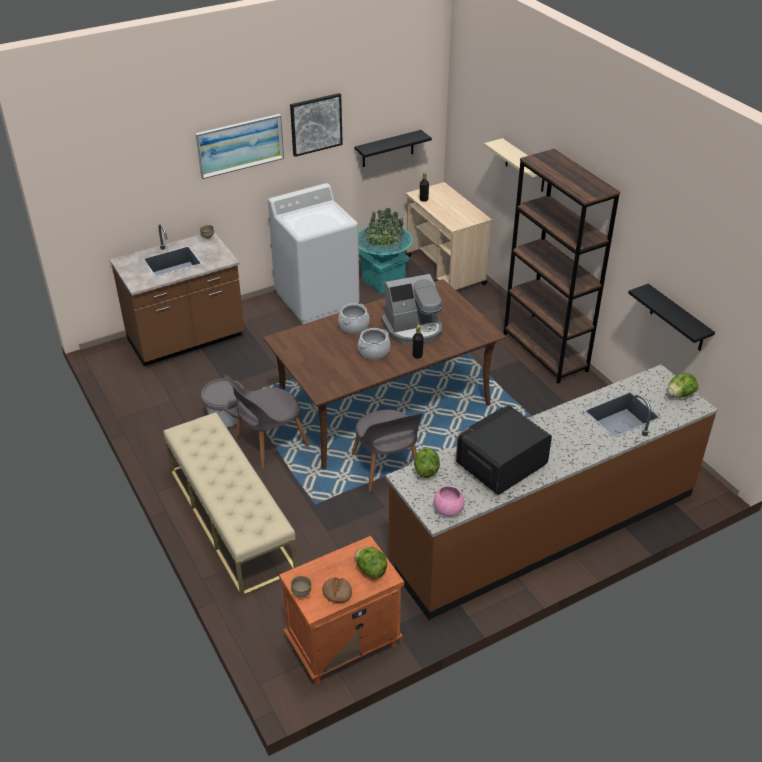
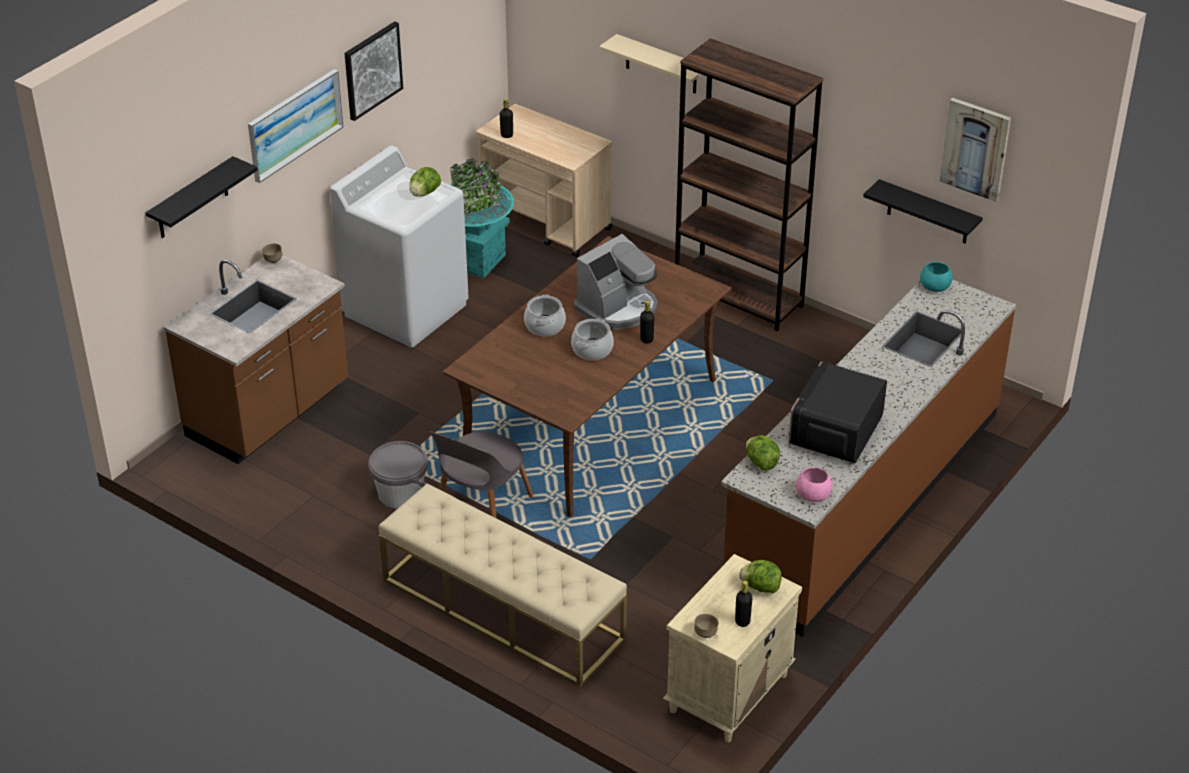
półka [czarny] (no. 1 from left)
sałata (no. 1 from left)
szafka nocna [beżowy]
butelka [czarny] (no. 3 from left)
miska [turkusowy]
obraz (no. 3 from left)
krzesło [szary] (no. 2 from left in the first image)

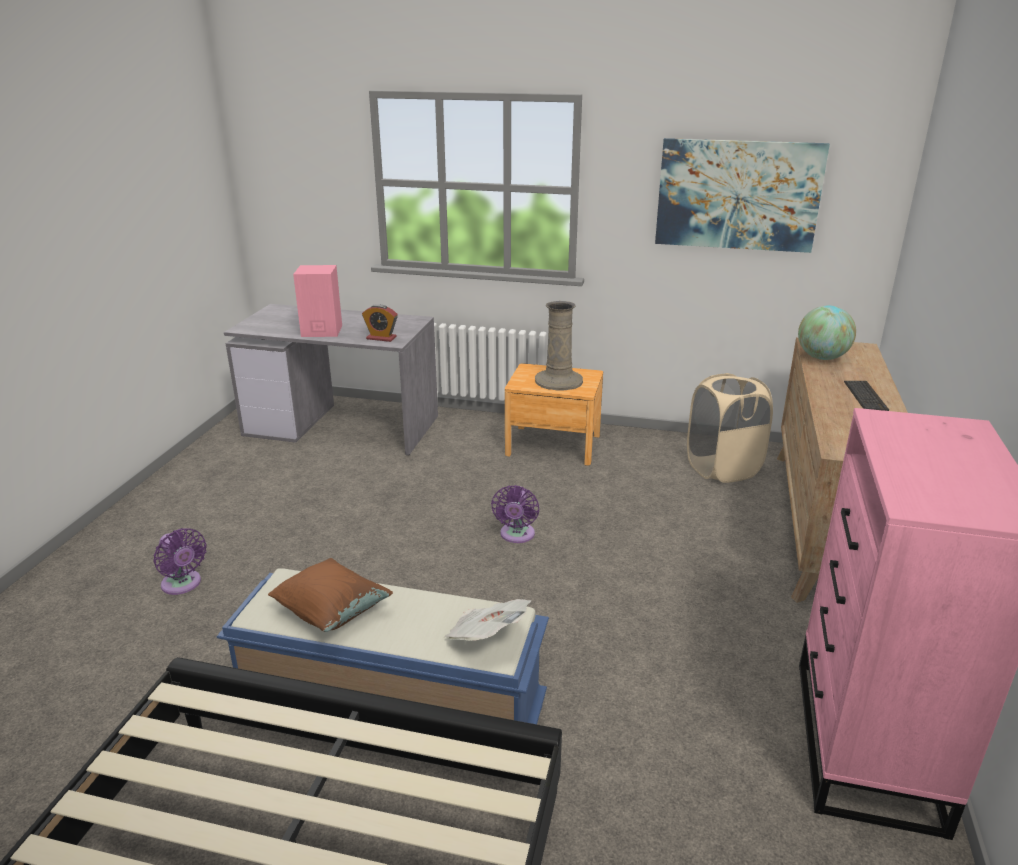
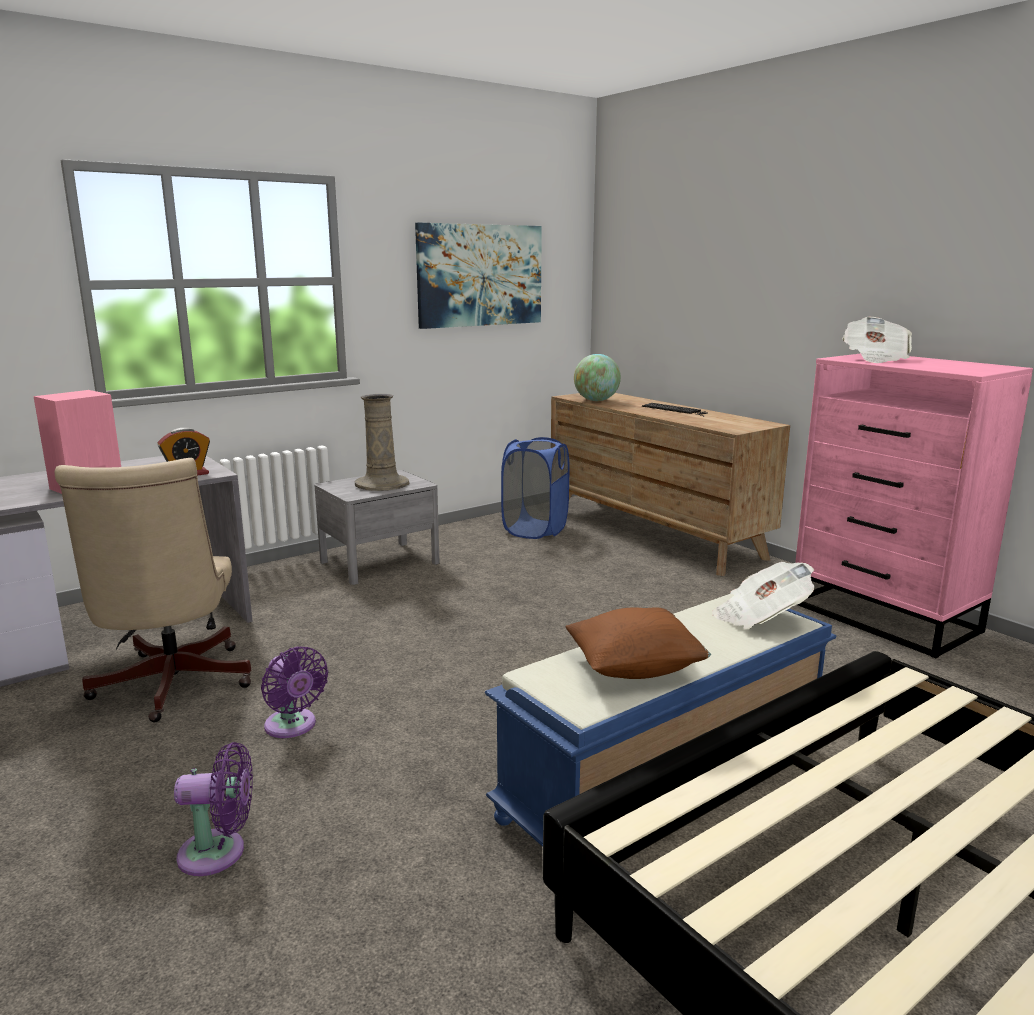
krzesło biurowe [beżowy]
wentylator [fioletowy] (no. 2 from left)
szafka nocna [szary]
kosz na pranie [niebieski]
gazeta (no. 2 from left)

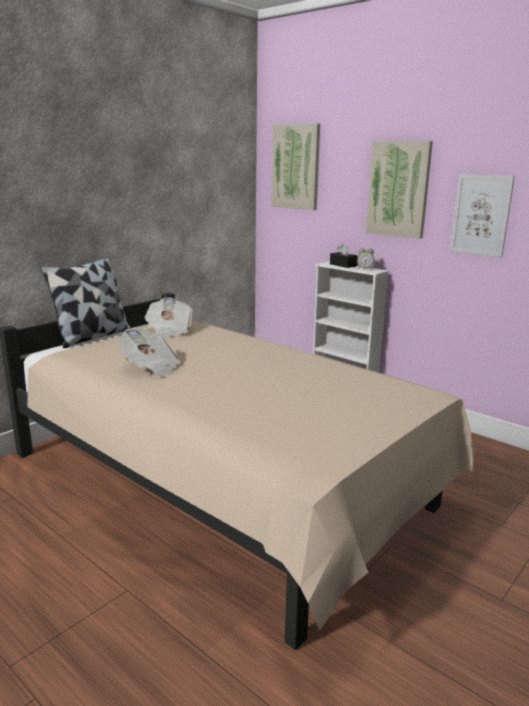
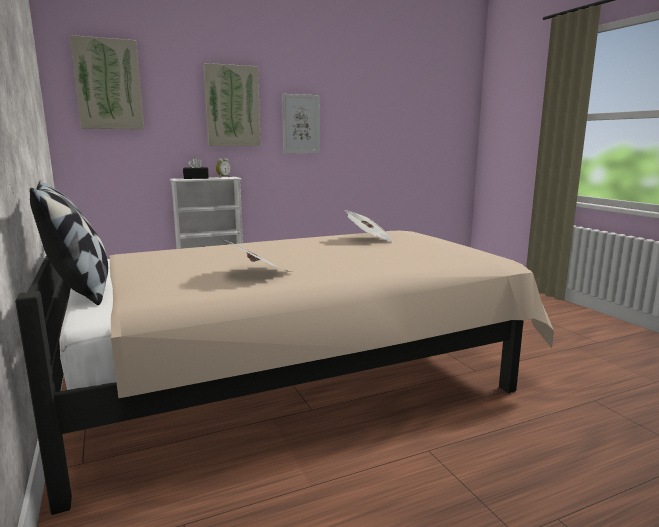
gazeta (no. 2 from left)

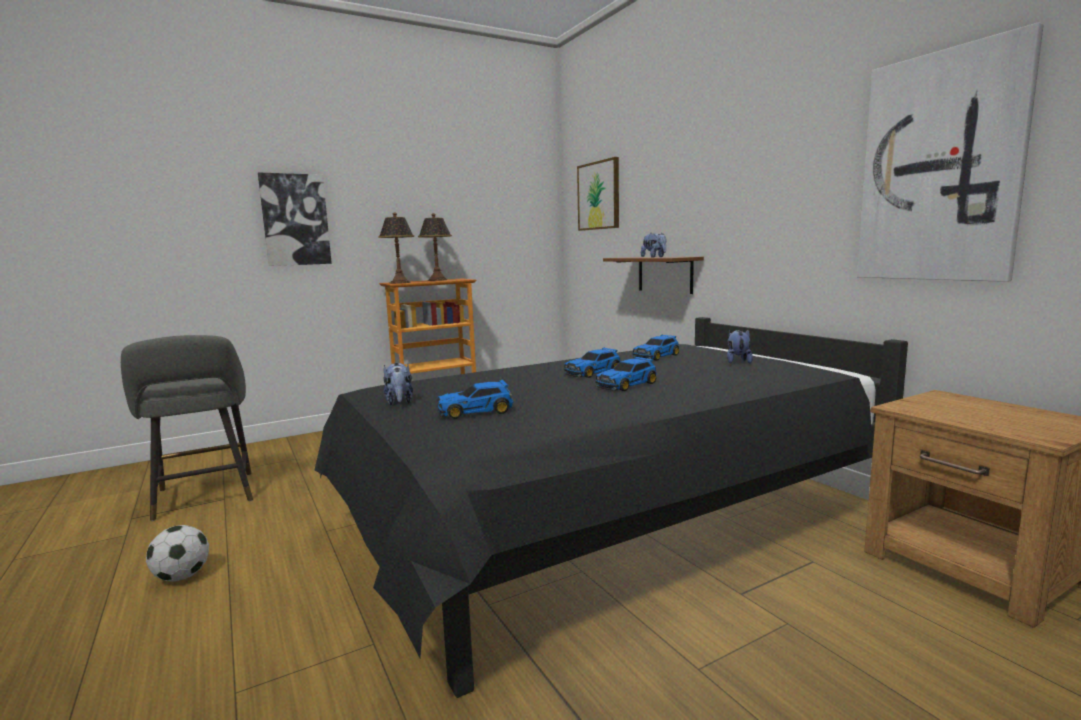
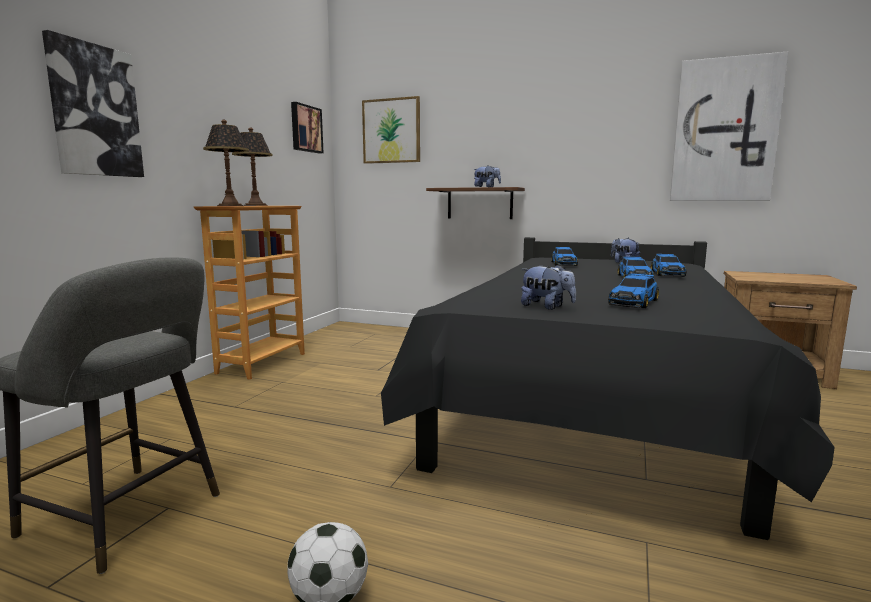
obraz (no. 2 from left)
samochodzik (no. 4 from left)

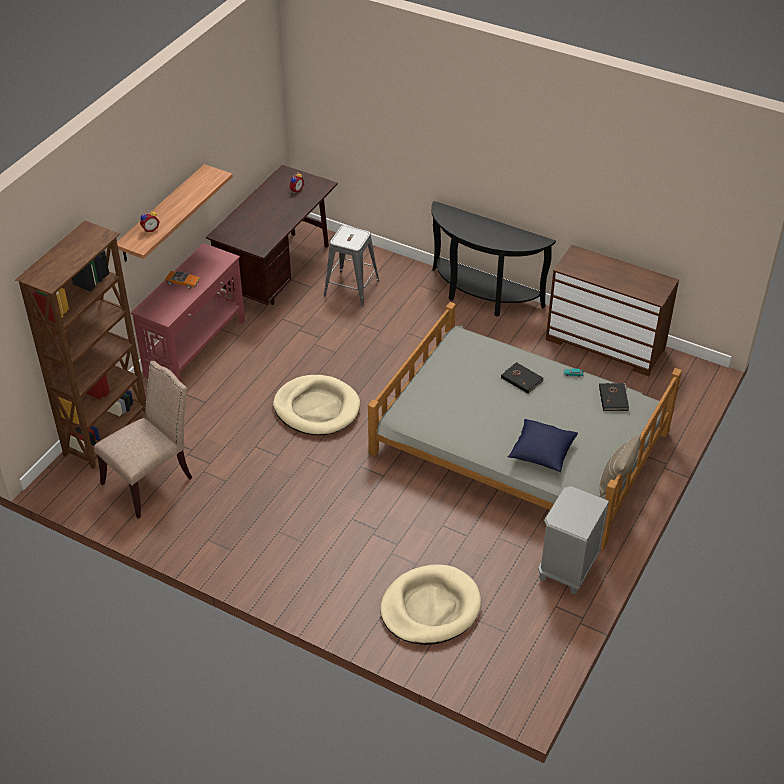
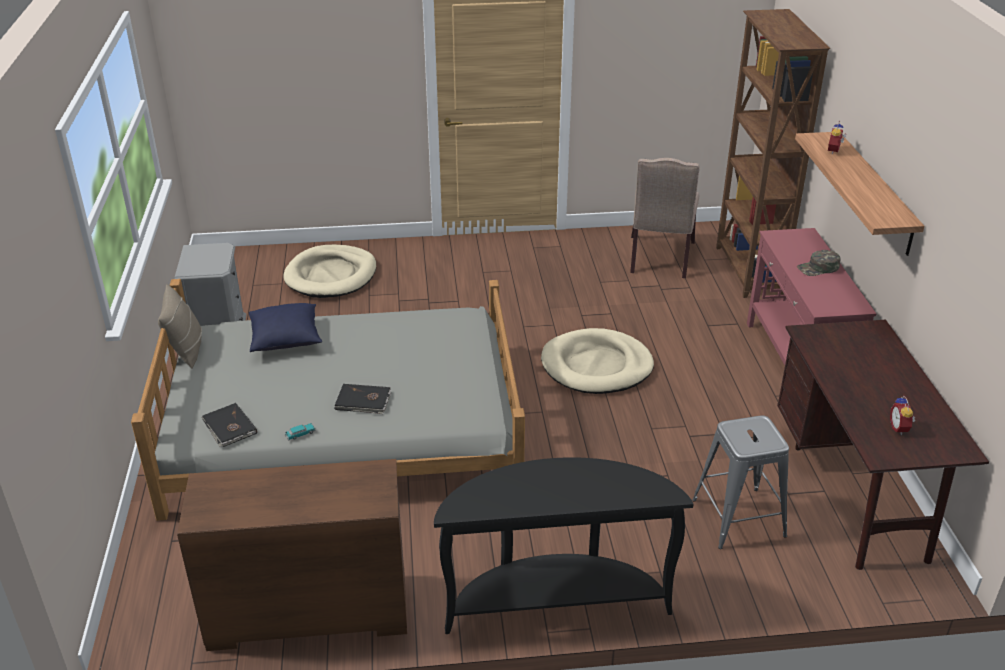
czapka z daszkiem [zielony]

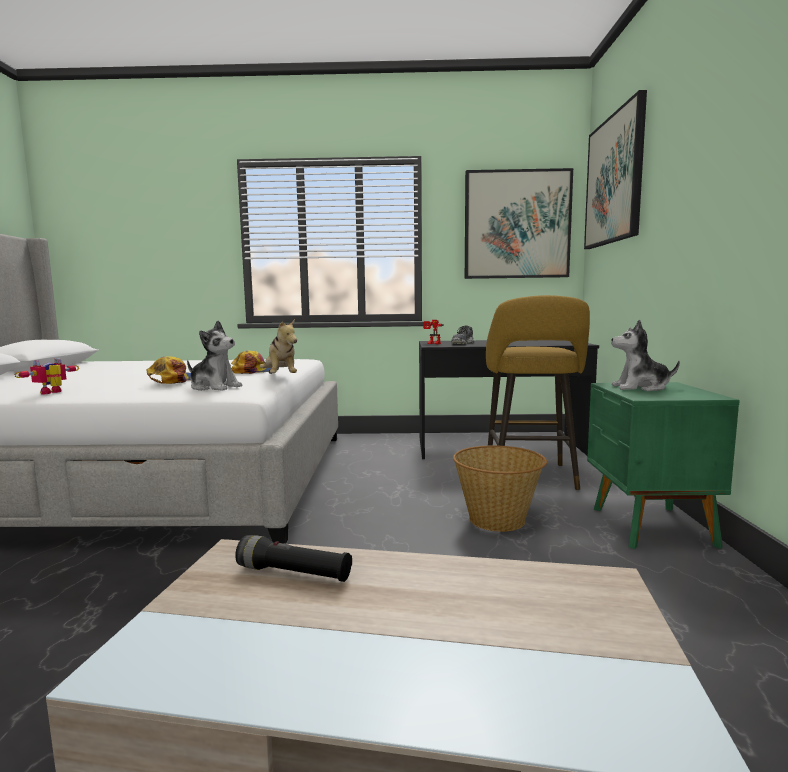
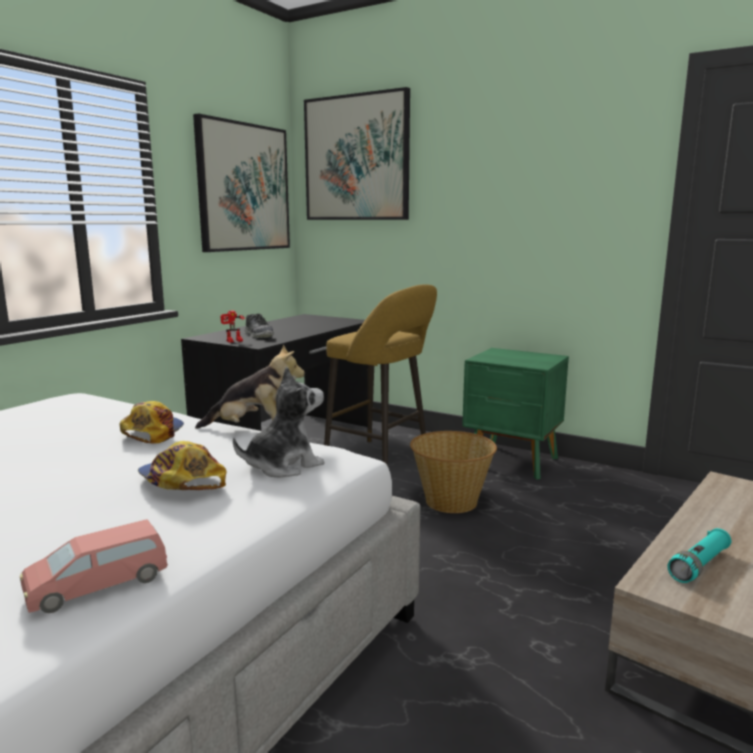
samochodzik [różowy]
latarka [turkusowy]
pluszak (no. 3 from left in the first image)

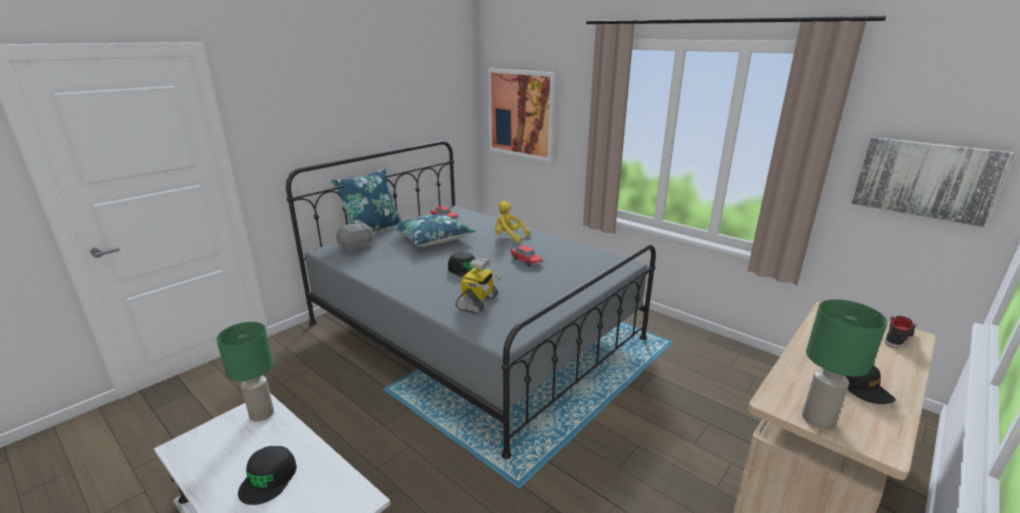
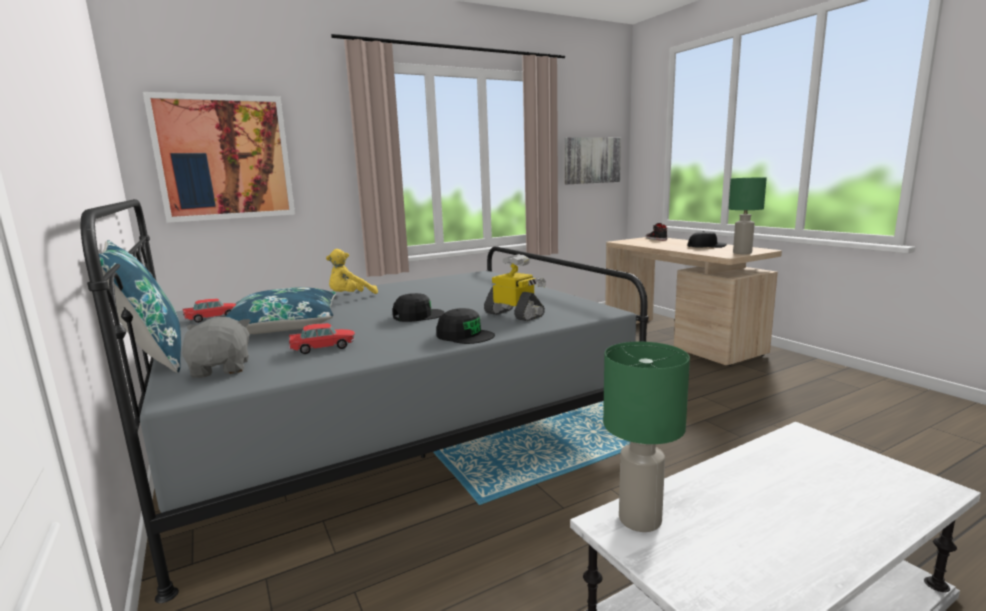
samochodzik (no. 2 from left)
czapka z daszkiem [czarny] (no. 2 from left)

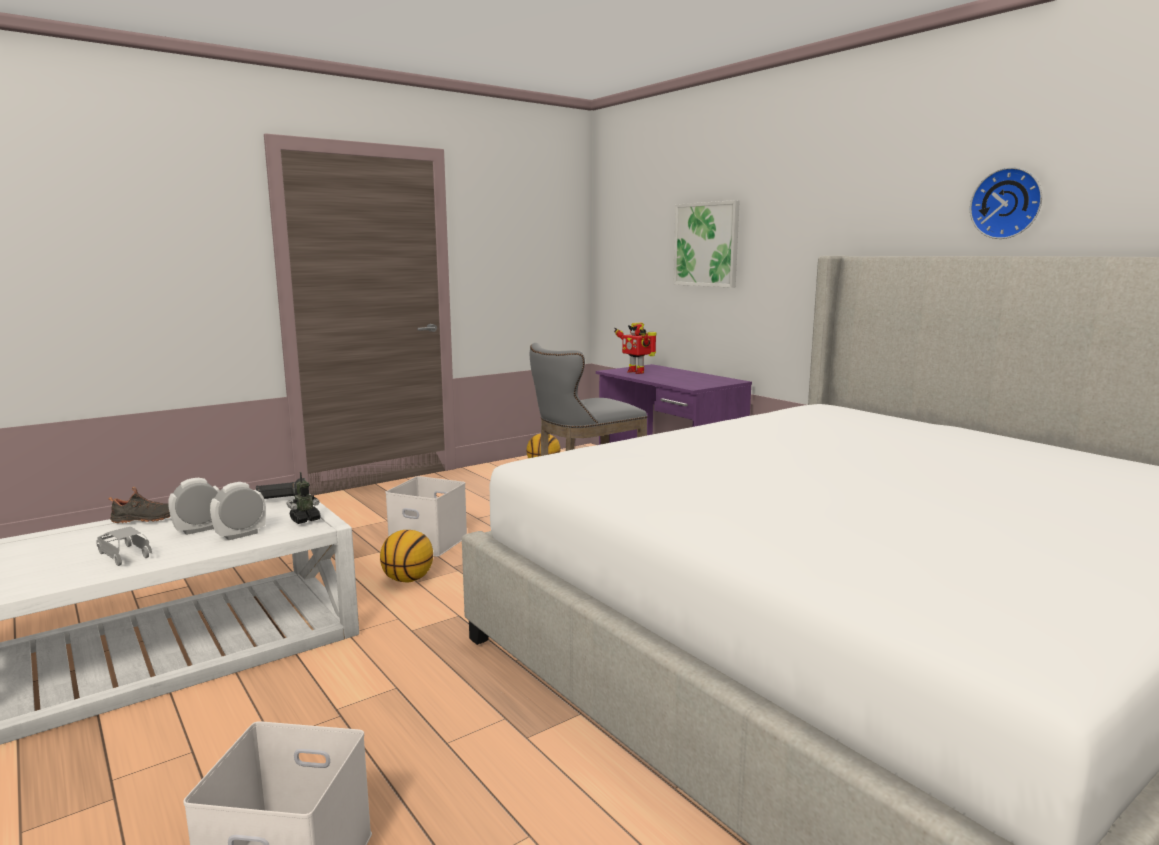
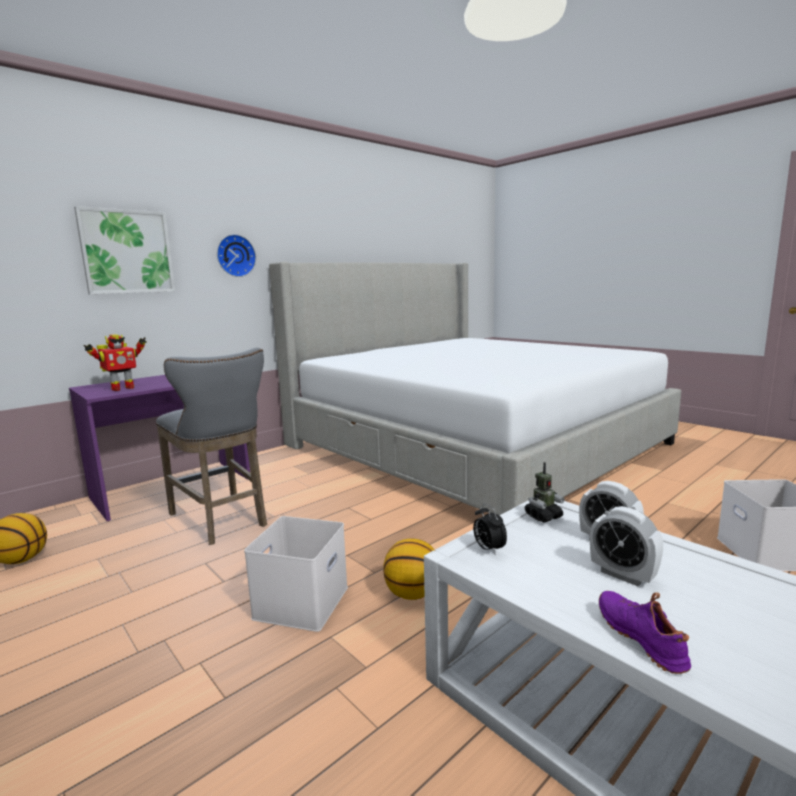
zegar ścienny
budzik (no. 1 from left)
robot zabawkowy (no. 2 from left)
but [fioletowy]
samochodzik [szary]

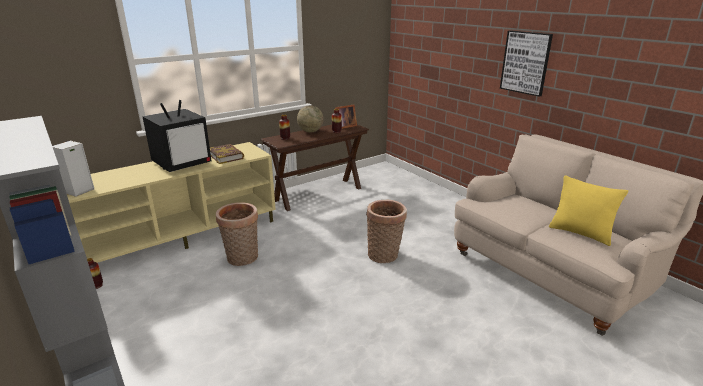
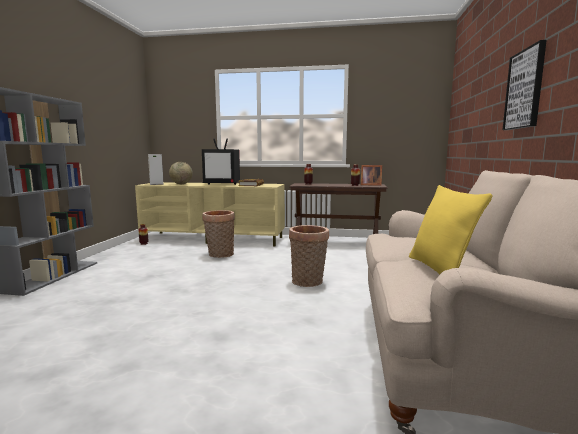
globus

